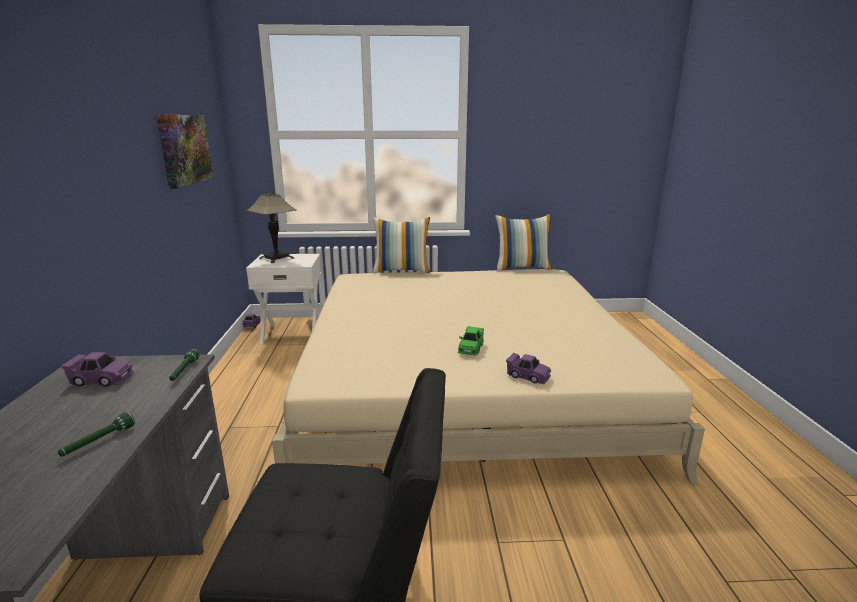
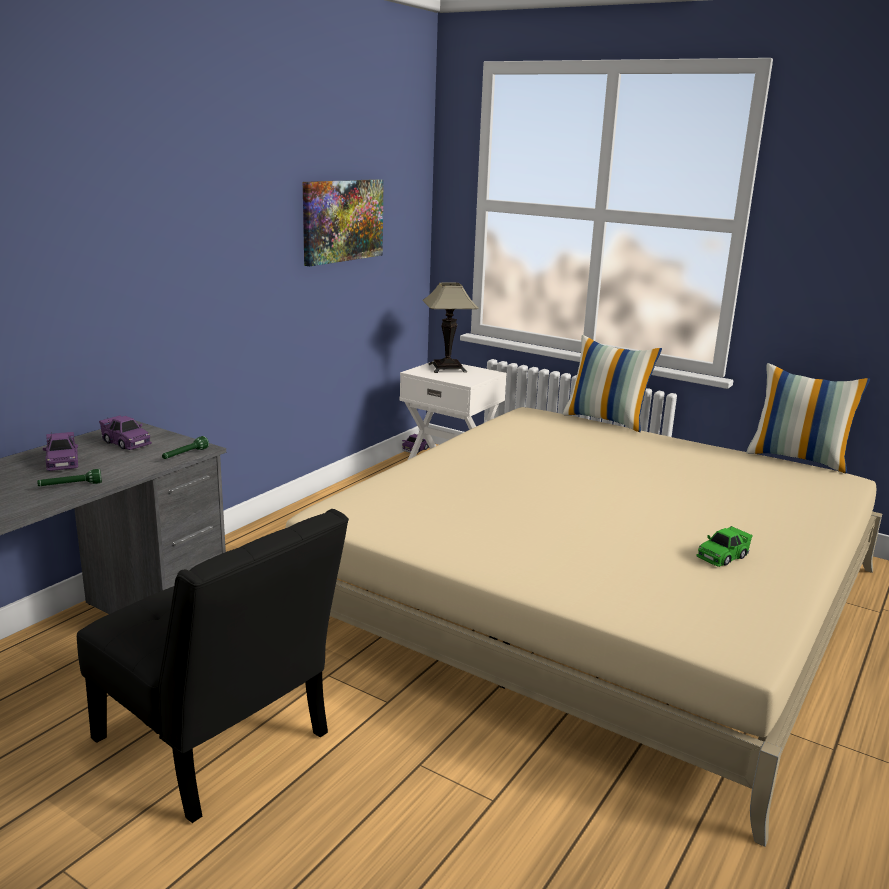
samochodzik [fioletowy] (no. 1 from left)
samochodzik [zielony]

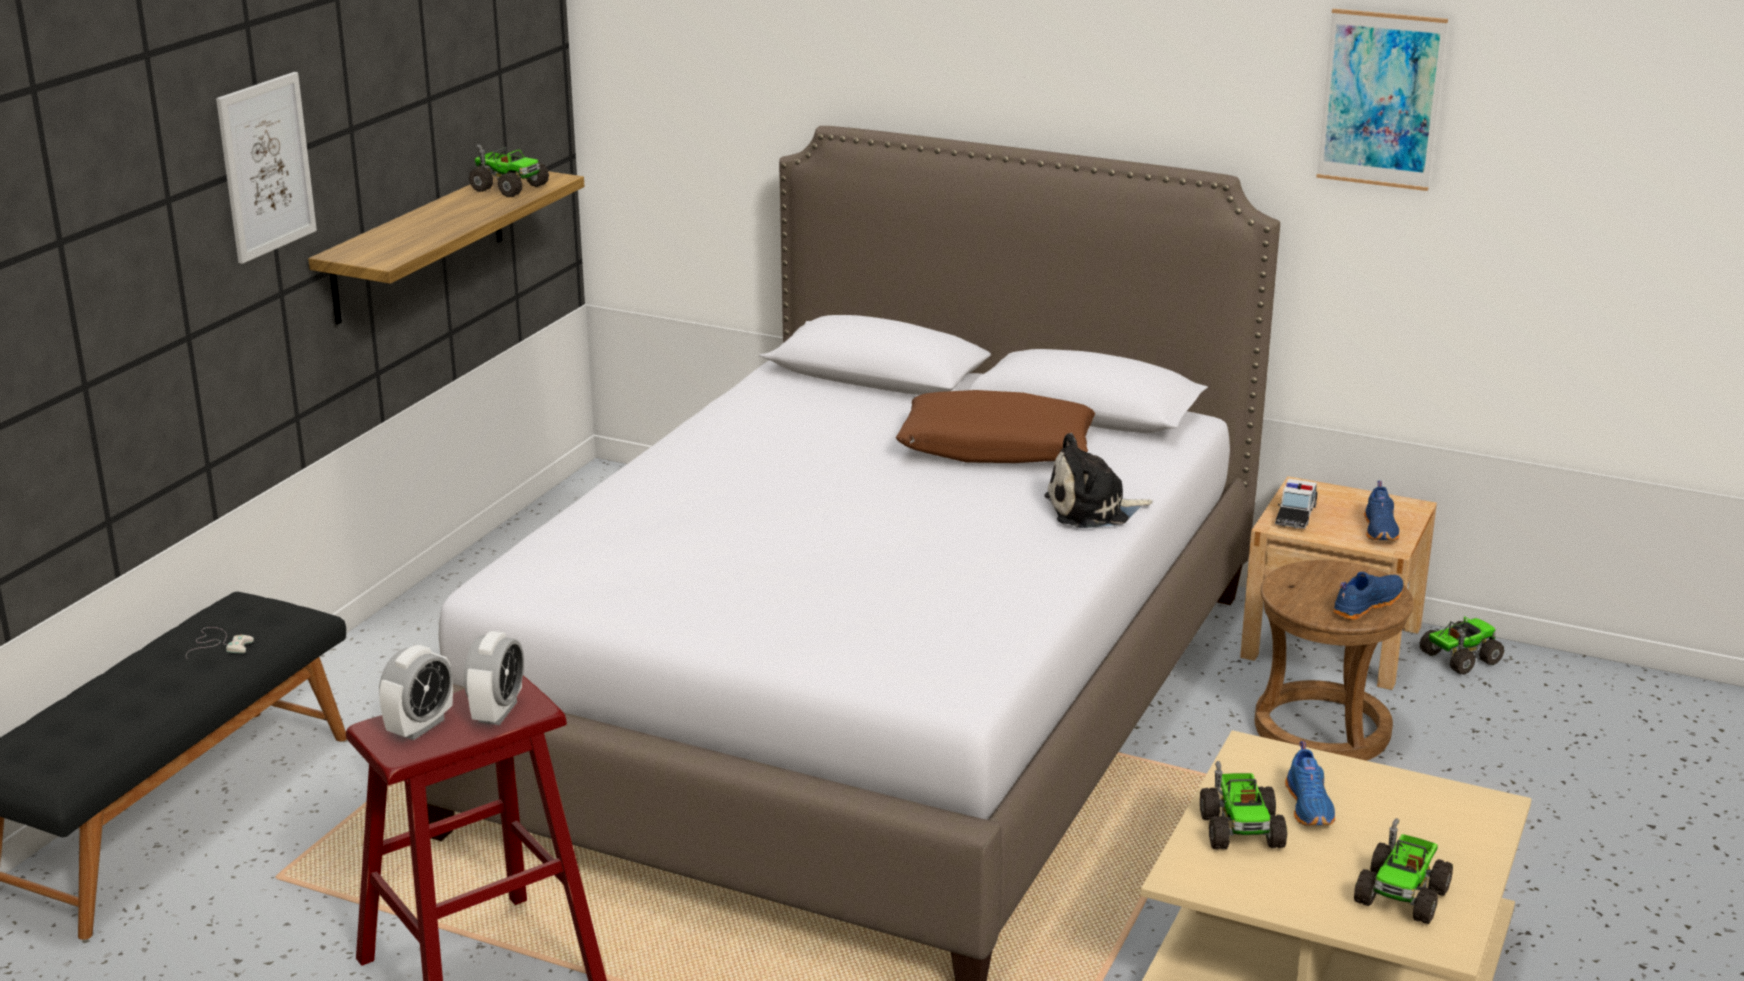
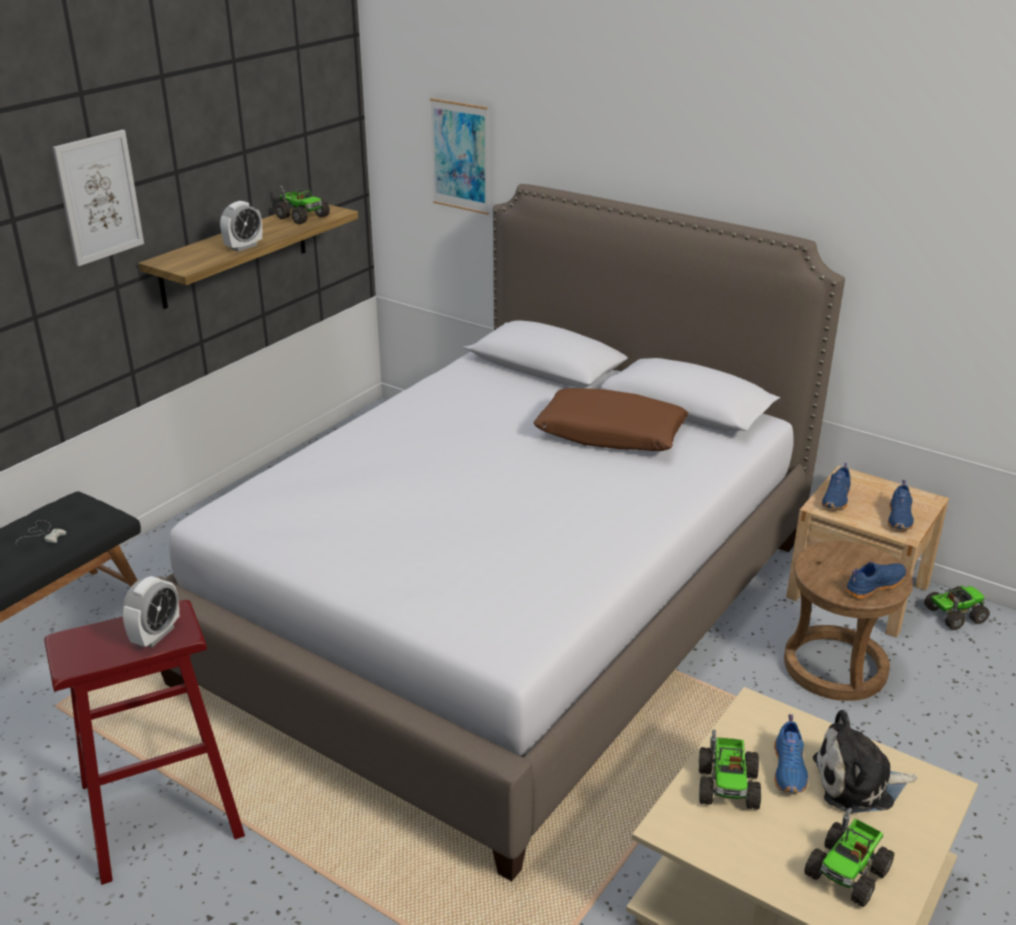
budzik (no. 2 from left)
obraz (no. 2 from left)
pluszak
but [niebieski] (no. 2 from left)

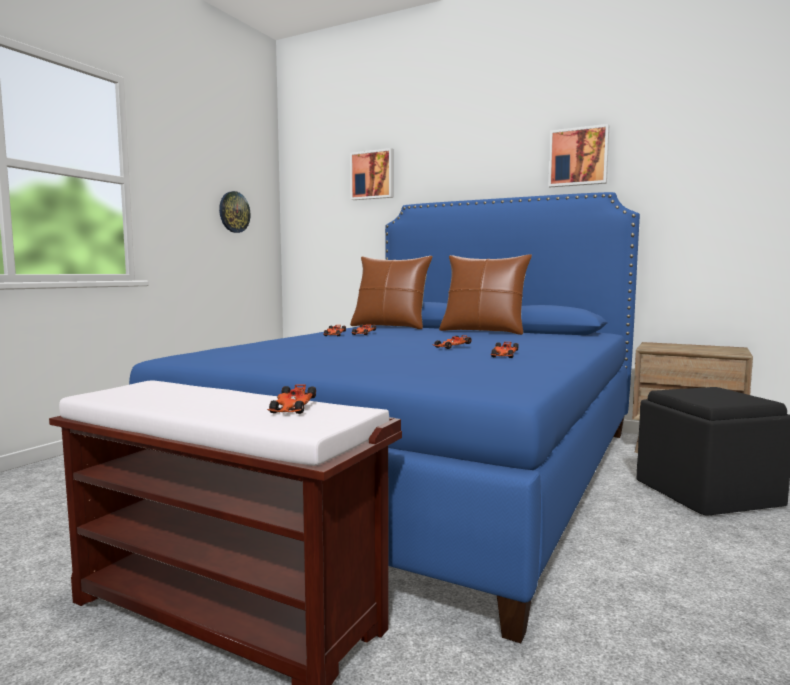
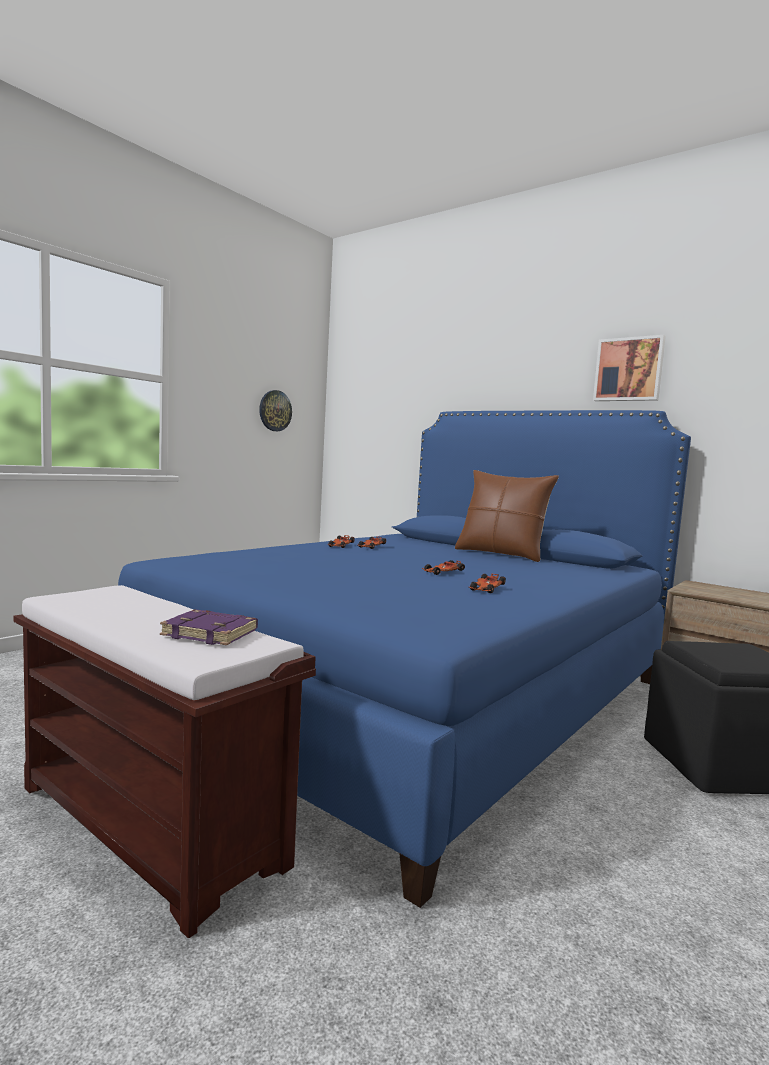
książka [fioletowy]
obraz (no. 1 from left in the first image)
poduszka [brązowy] (no. 1 from left in the first image)

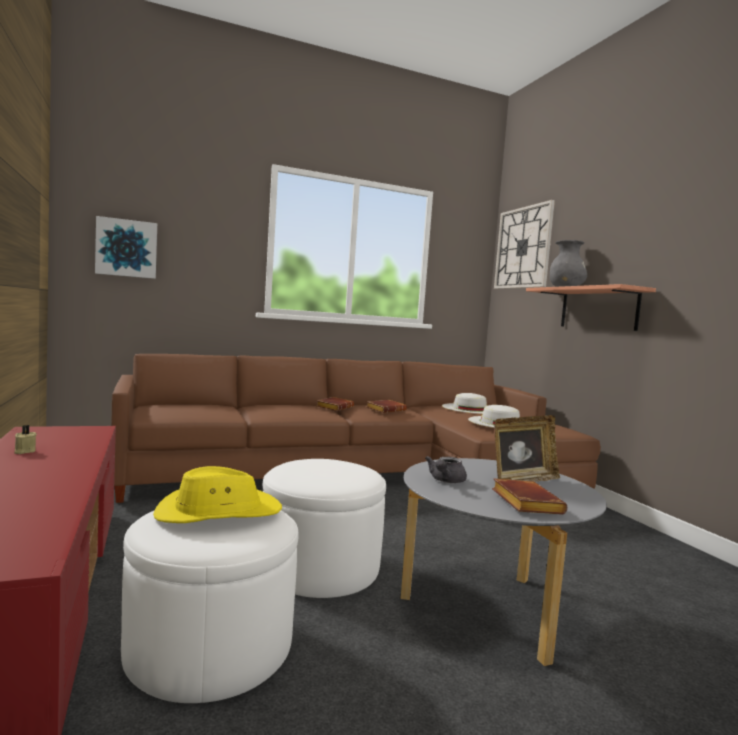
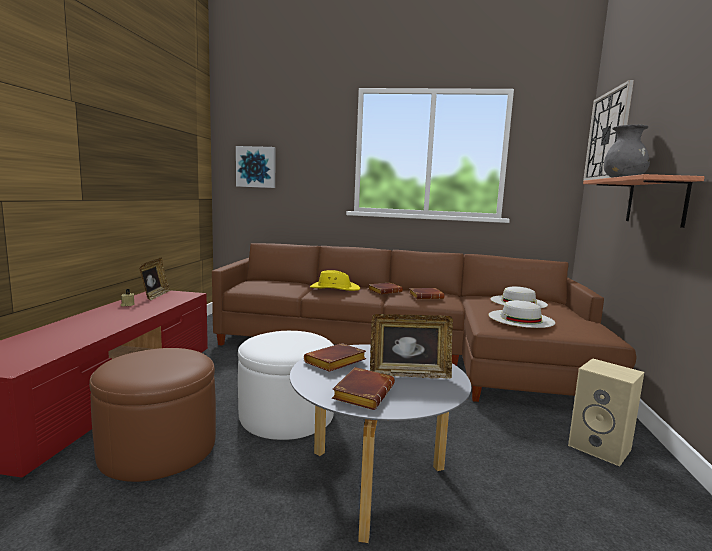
pufa [brązowy]
ramka na zdjęcie (no. 1 from left)
książka [brązowy] (no. 1 from left)
kapelusz [żółty]
głośnik [beżowy]

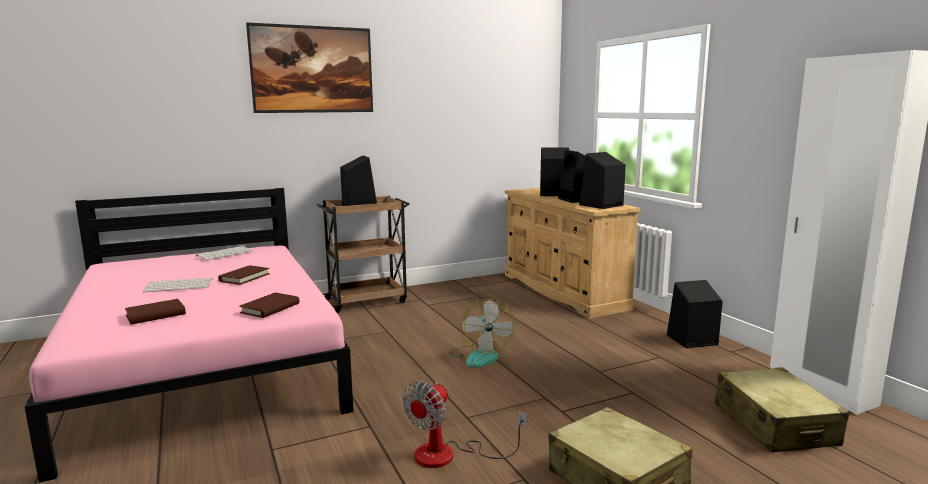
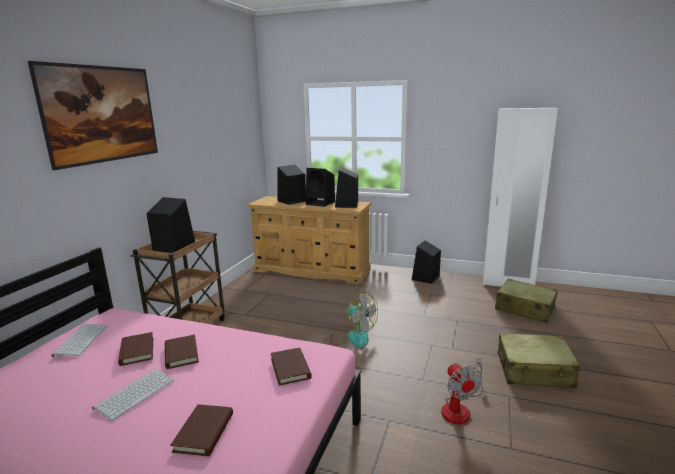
książka [brązowy] (no. 1 from left)

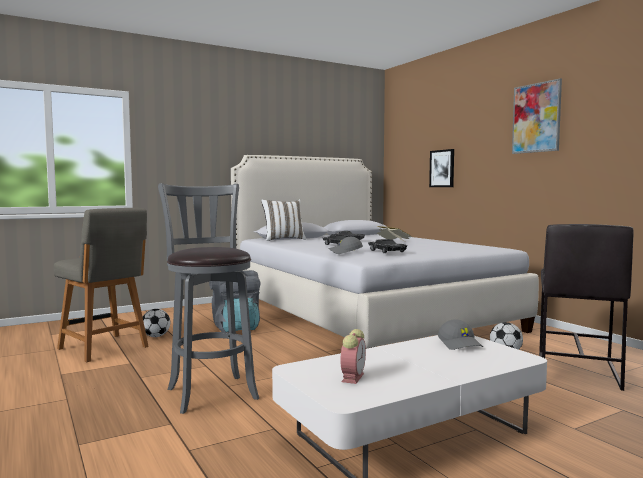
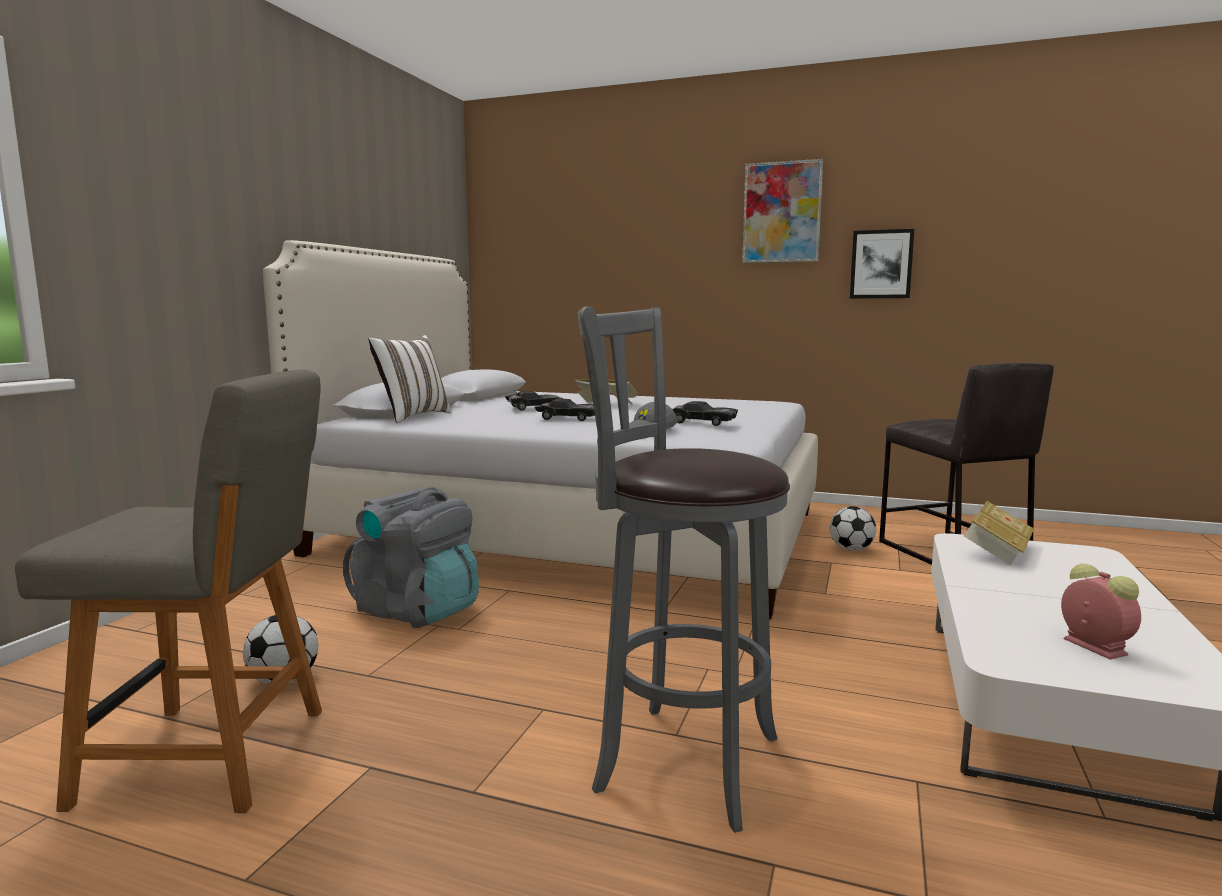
obraz (no. 2 from left)
książka (no. 2 from left)

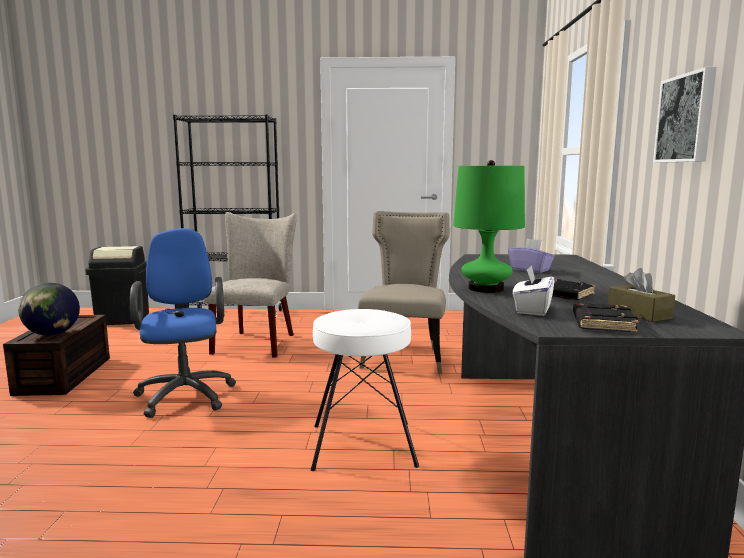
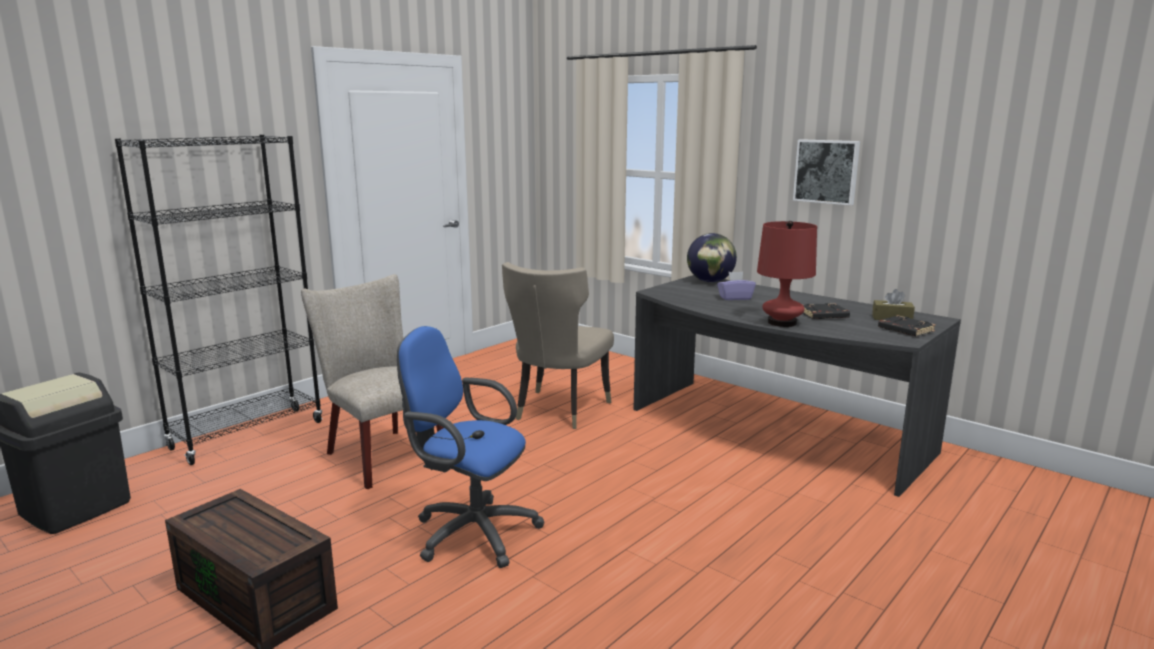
krzesło [beżowy] (no. 2 from left)
globus
lampa stołowa [czerwony]
stołek [biały]
pudełko chusteczek [biały]

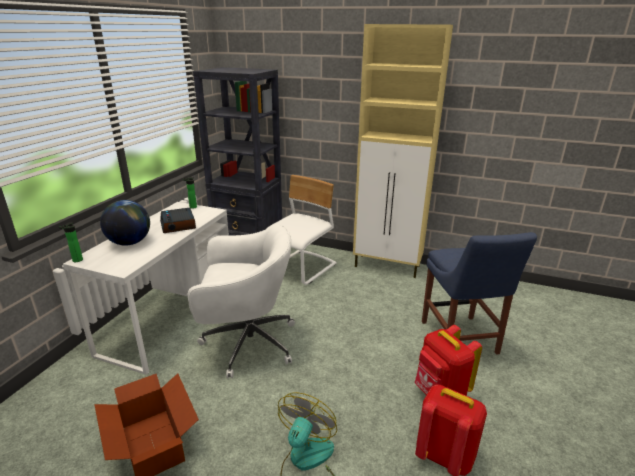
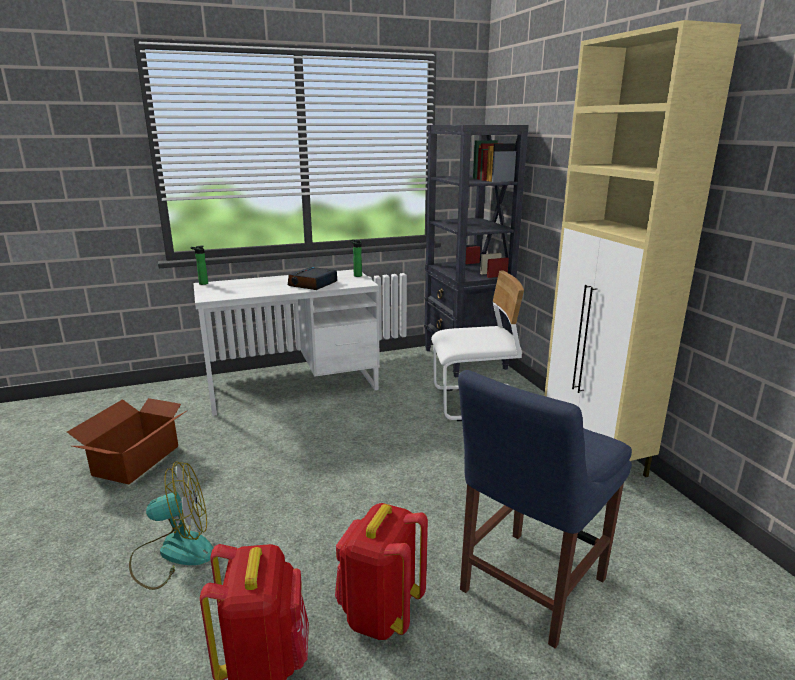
globus
krzesło biurowe [biały]

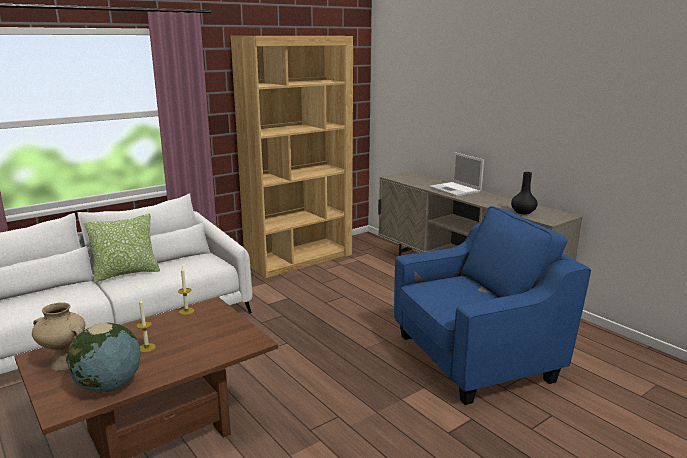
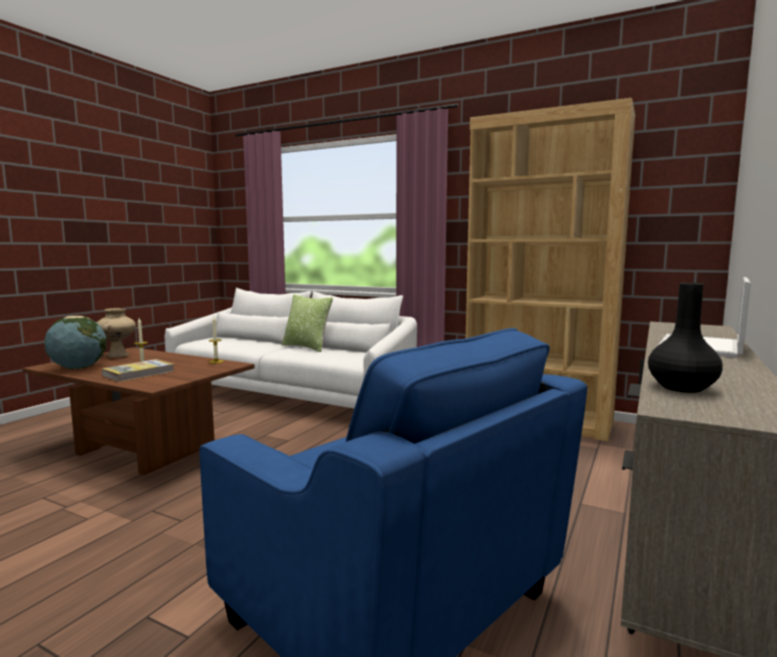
książka

